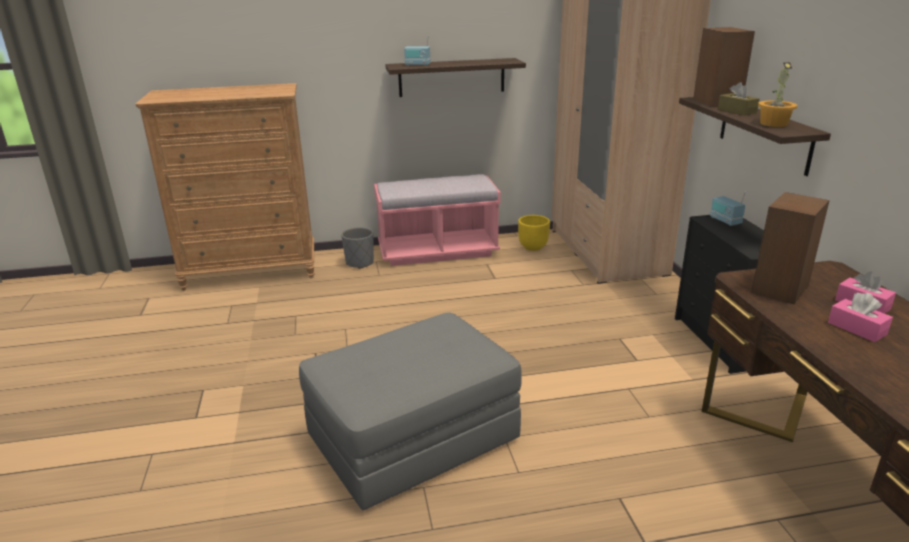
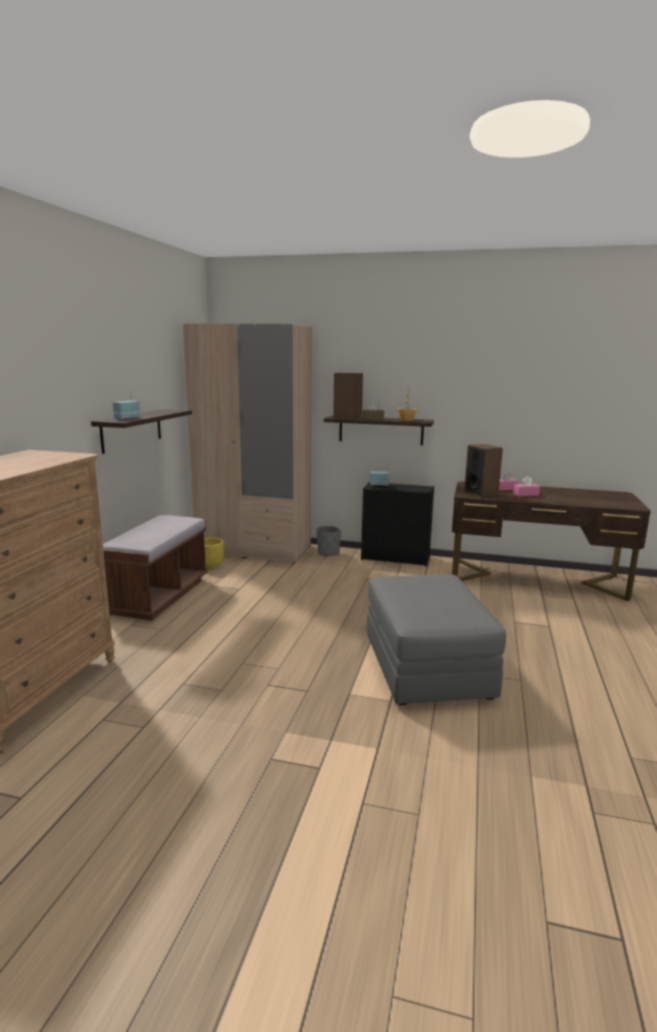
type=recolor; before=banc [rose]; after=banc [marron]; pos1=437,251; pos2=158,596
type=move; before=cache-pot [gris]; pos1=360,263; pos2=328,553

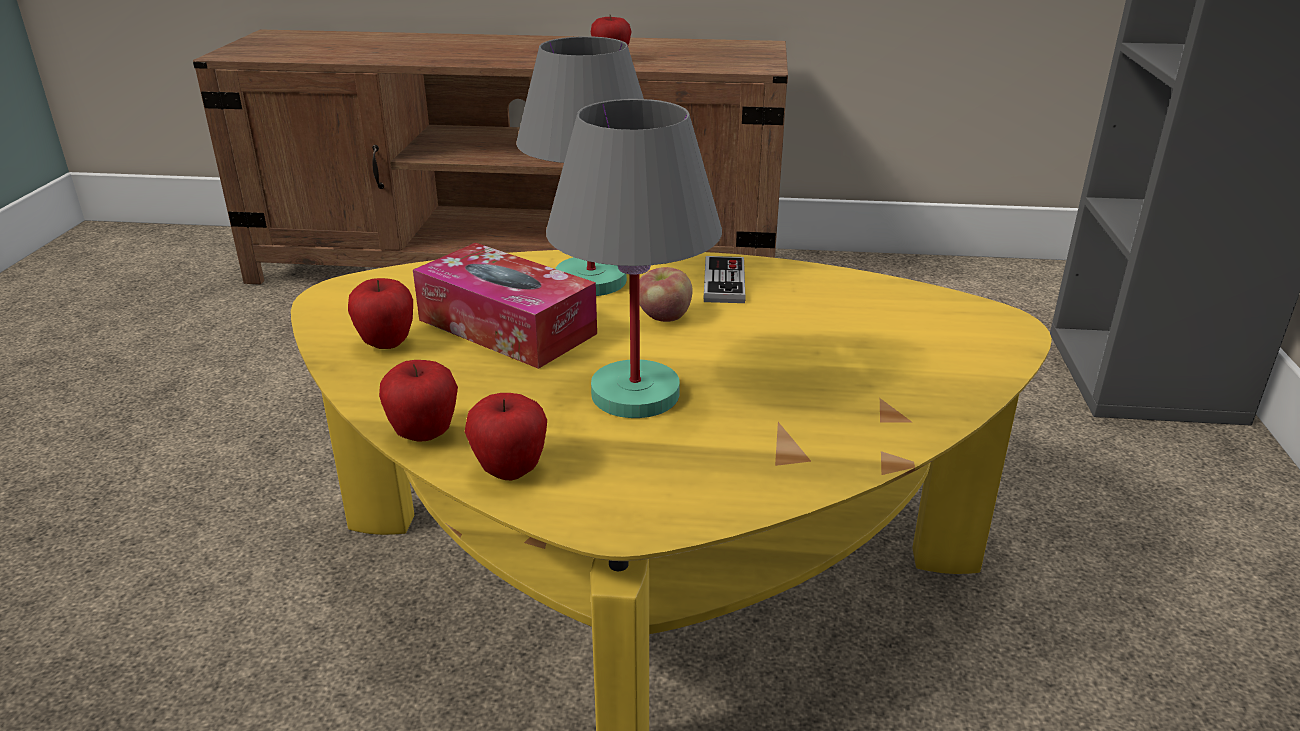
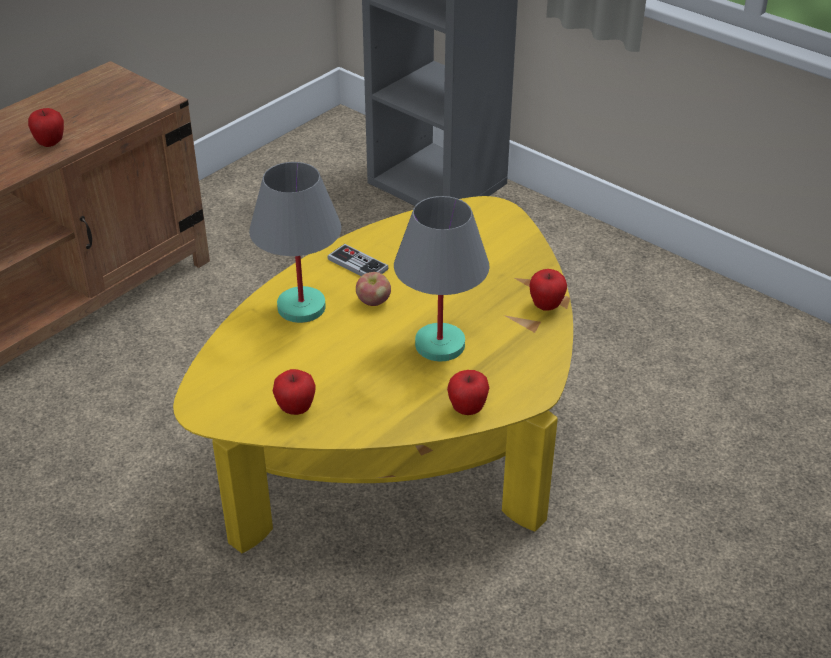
type=delete; before=boîte à mouchoirs; pos1=507,327
type=move; before=pomme; pos1=424,435; pos2=546,306

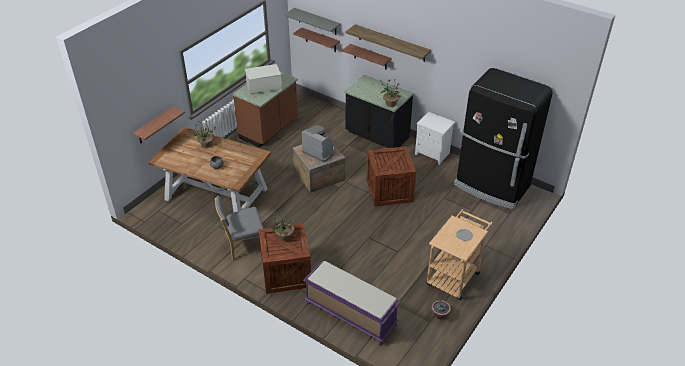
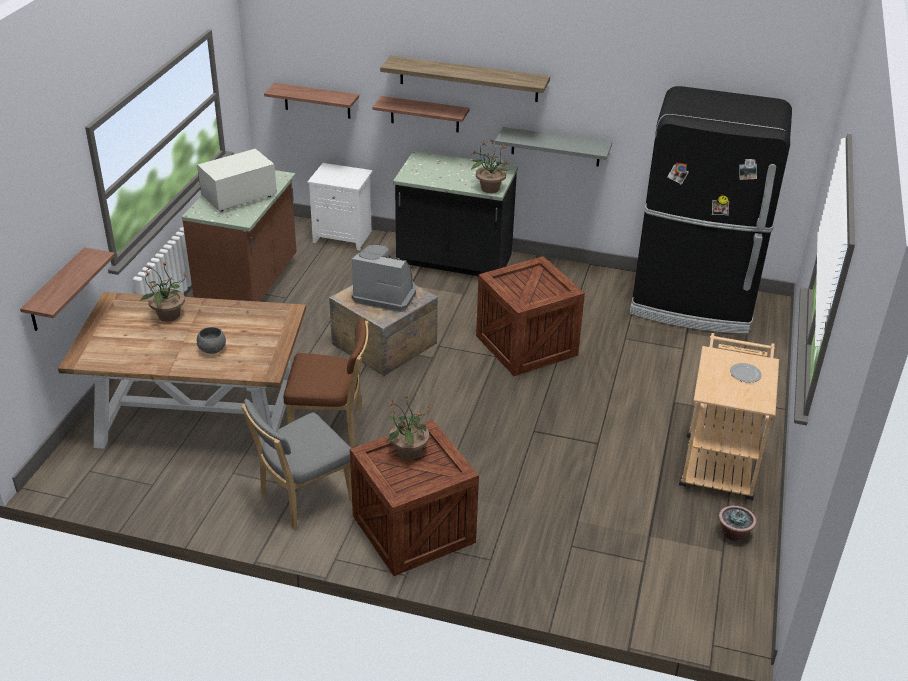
type=move; before=étagère [gris]; pos1=317,21; pos2=555,147
type=move; before=table de chevet [blanc]; pos1=433,154; pos2=344,236
type=delete; before=banc [violet]; pos1=350,314
type=insert; after=chaise [marron]; pos2=330,426

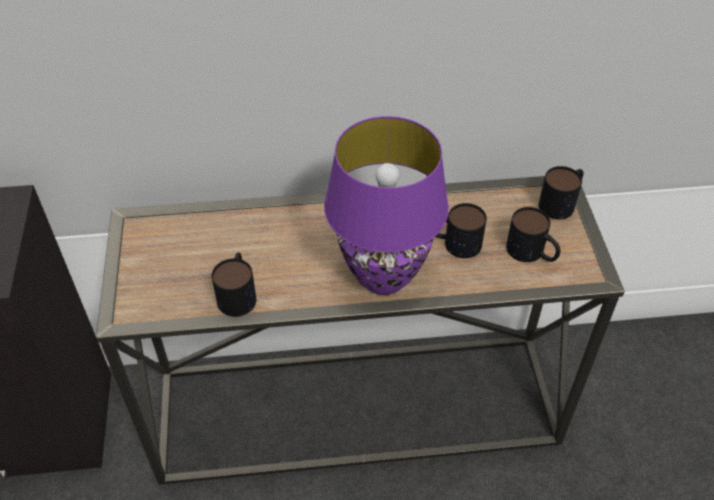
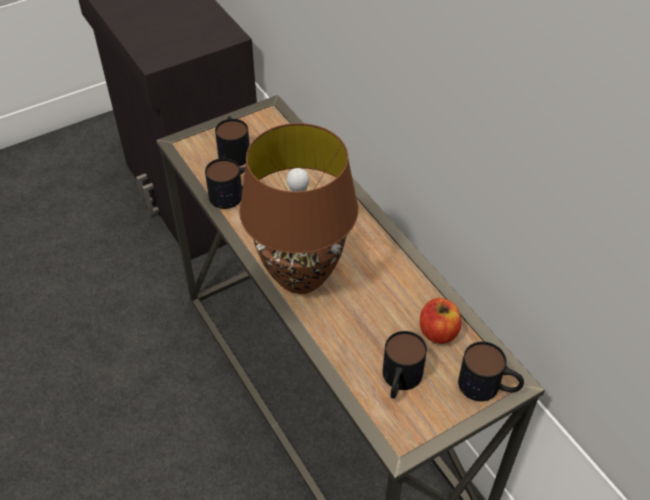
type=recolor; before=lampe de table [violet]; after=lampe de table [marron]; pos1=384,277; pos2=302,277
type=move; before=mug; pos1=454,242; pos2=233,150
type=insert; after=pomme; pos2=438,332

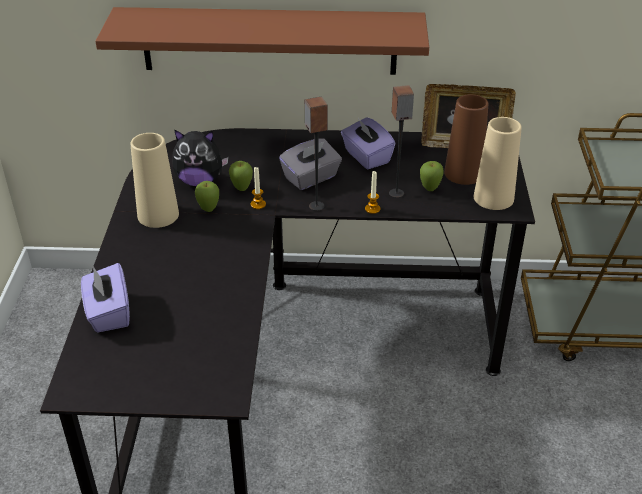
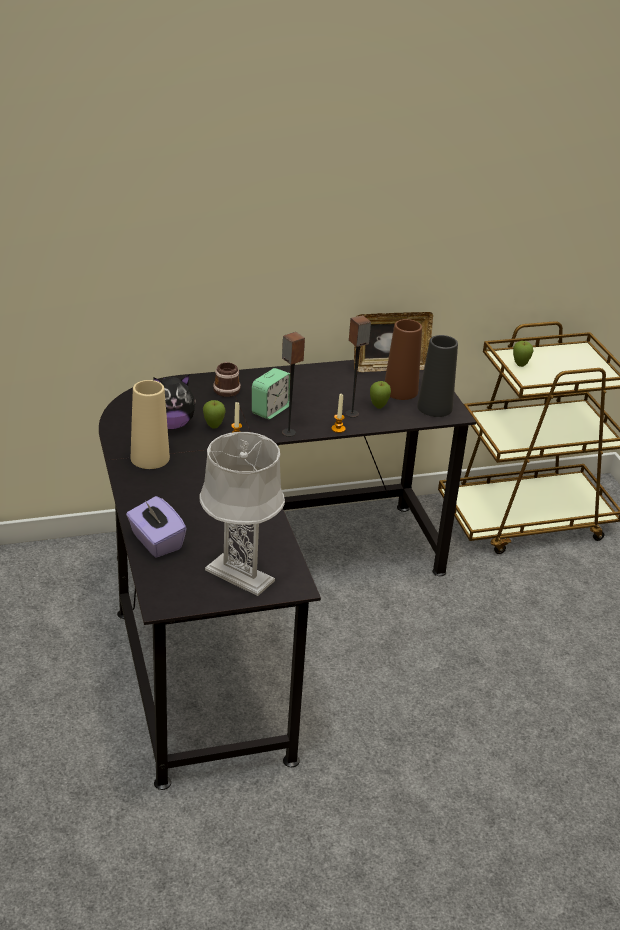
type=delete; before=étagère [marron]; pos1=269,41
type=delete; before=boîte à mouchoirs [violet]; pos1=366,157
type=recolor; before=vase [beige]; after=vase [noir]; pos1=493,198; pos2=434,407
type=replace; before=boîte à mouchoirs [gris]; after=réveil; pos1=311,178; pos2=271,410
type=move; before=pomme; pos1=208,210; pos2=520,365
type=insert; after=mug; pos2=226,388
type=insert; after=lampe de table [gris]; pos2=240,575

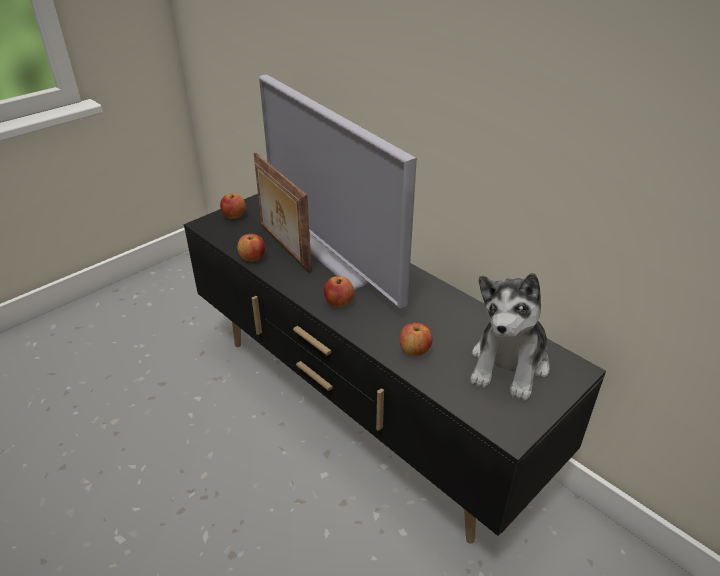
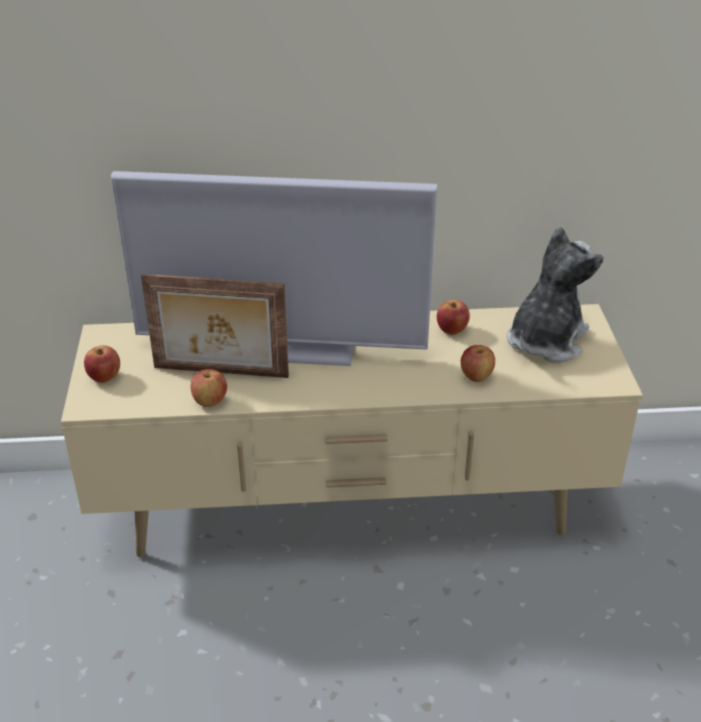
type=recolor; before=meuble télé [noir]; after=meuble télé [beige]; pos1=361,410; pos2=351,512
type=rotate; before=peluche; pos1=509,364; pos2=545,341; turn=-120
type=move; before=pomme; pos1=339,303; pos2=452,330

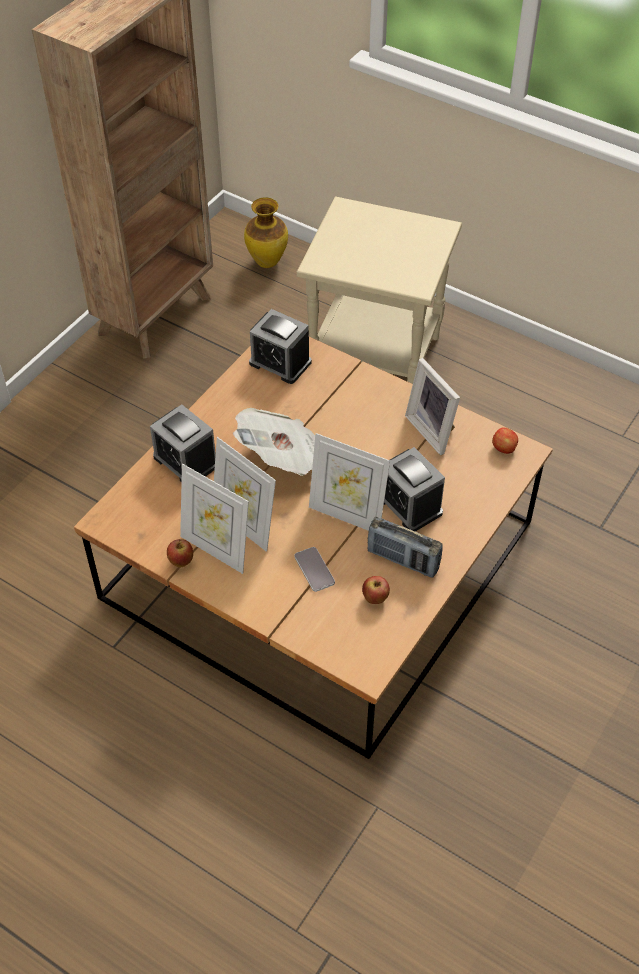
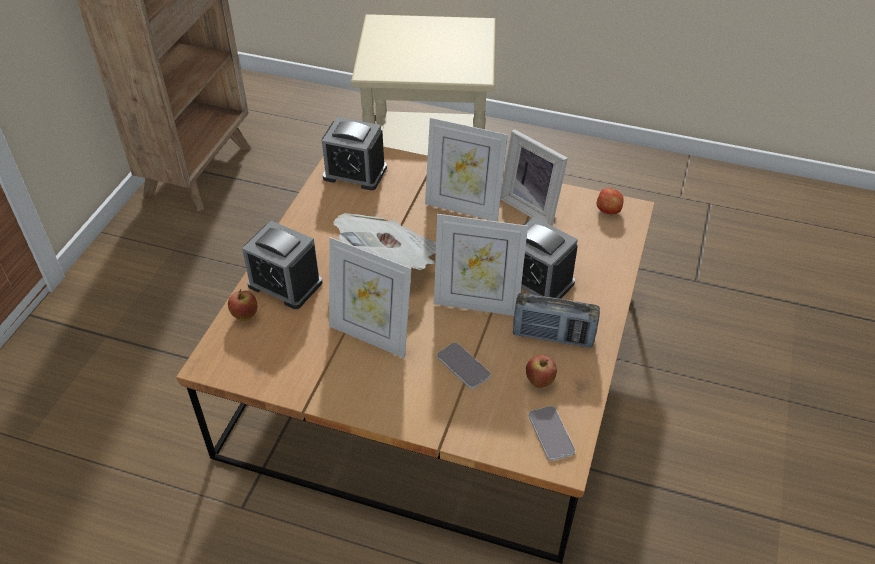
type=delete; before=vase; pos1=267,262
type=move; before=cadre photo; pos1=216,549; pos2=463,207
type=move; before=pomme; pos1=181,562; pos2=245,316
type=insert; after=téléphone; pos2=551,433

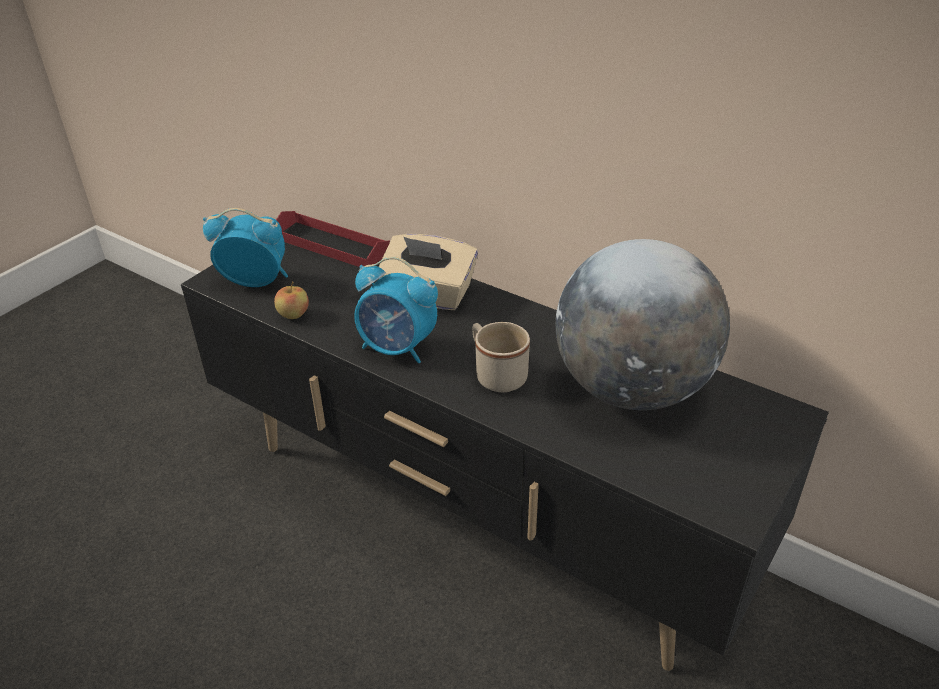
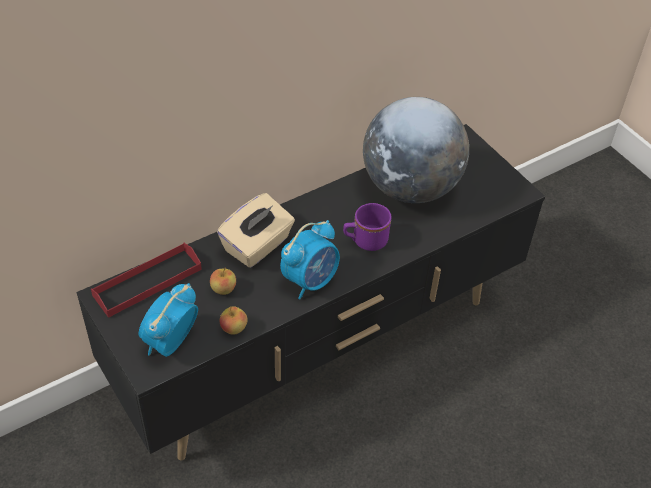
type=recolor; before=mug [beige]; after=mug [violet]; pos1=496,374; pos2=365,241
type=insert; after=pomme; pos2=223,289

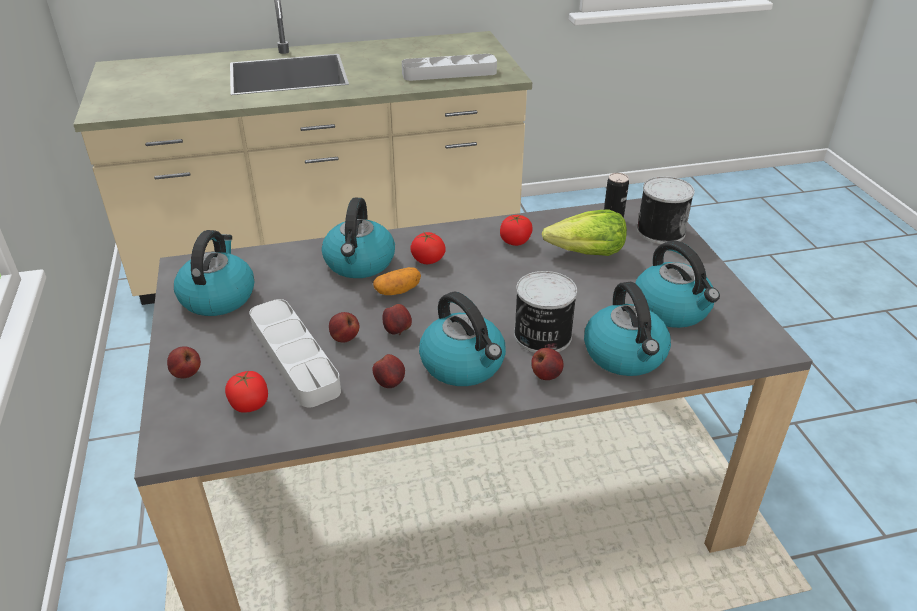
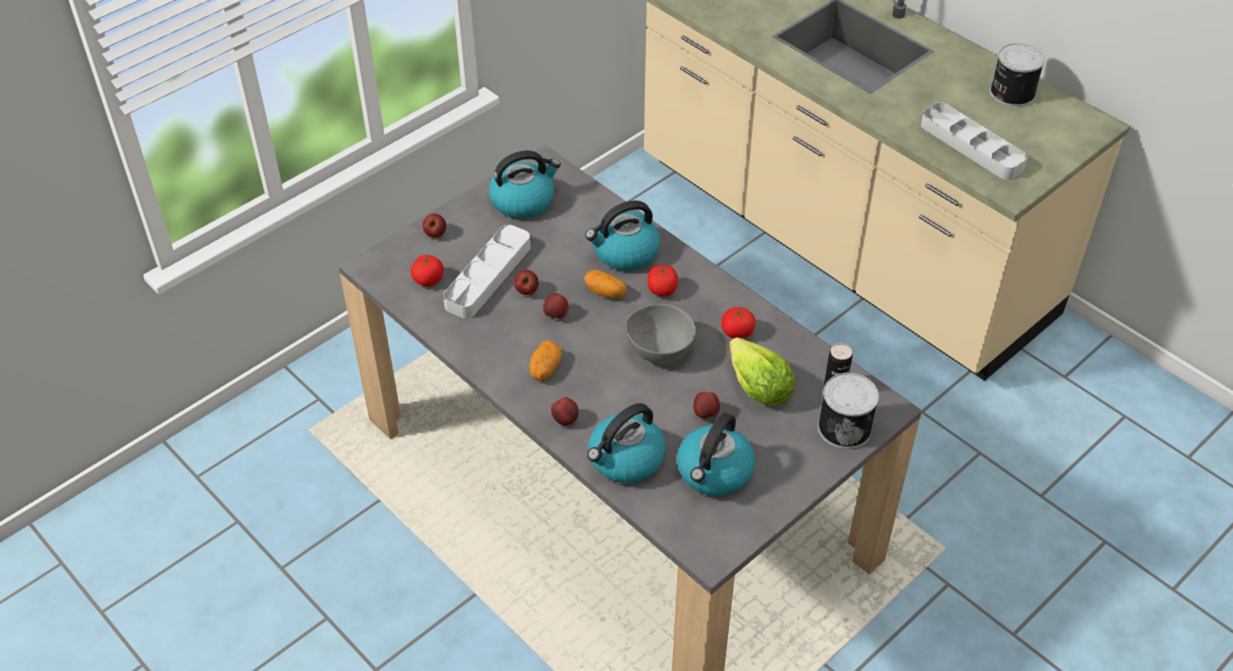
type=move; before=boîte métallique; pos1=542,336; pos2=1011,93
type=replace; before=bouilloire; after=pomme de terre; pos1=464,364; pos2=545,368
type=move; before=pomme; pos1=390,383; pos2=706,414
type=insert; after=bol [gris]; pos2=659,348

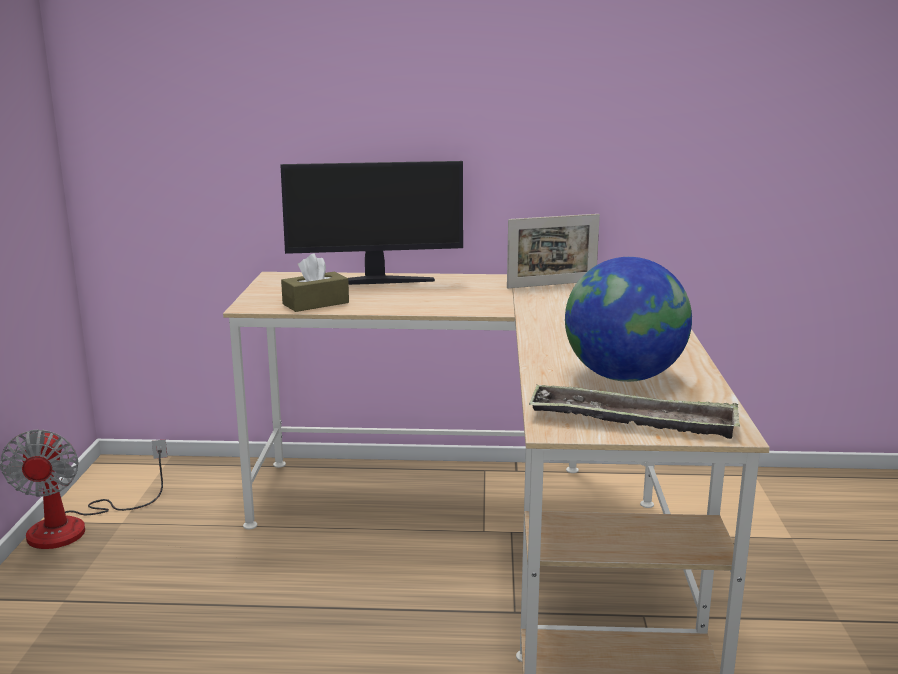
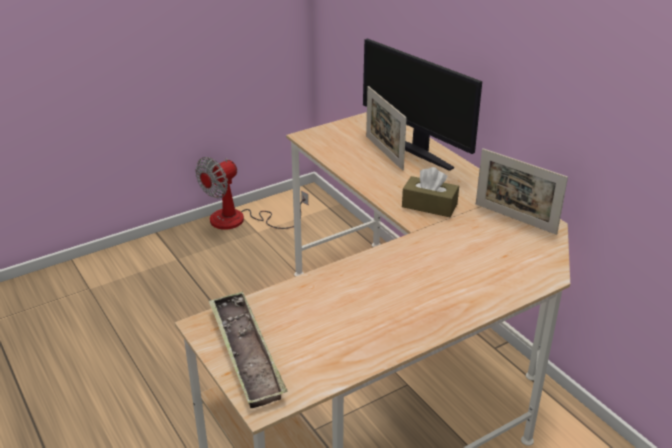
type=move; before=boîte à mouchoirs [marron]; pos1=316,303; pos2=429,205
type=delete; before=globe; pos1=623,377
type=insert; after=cadre photo; pos2=384,153

